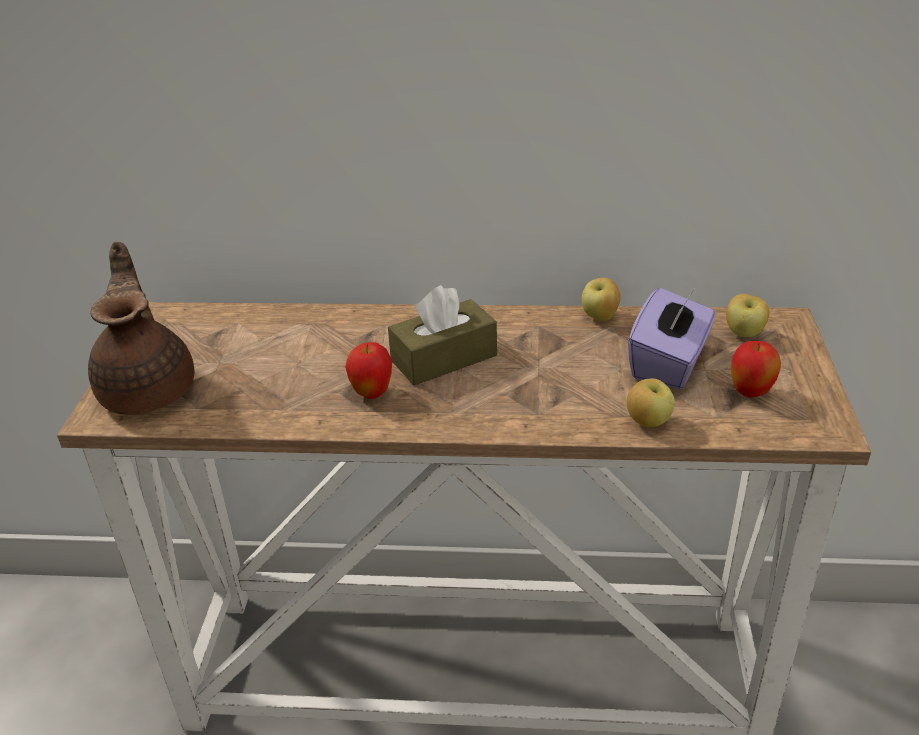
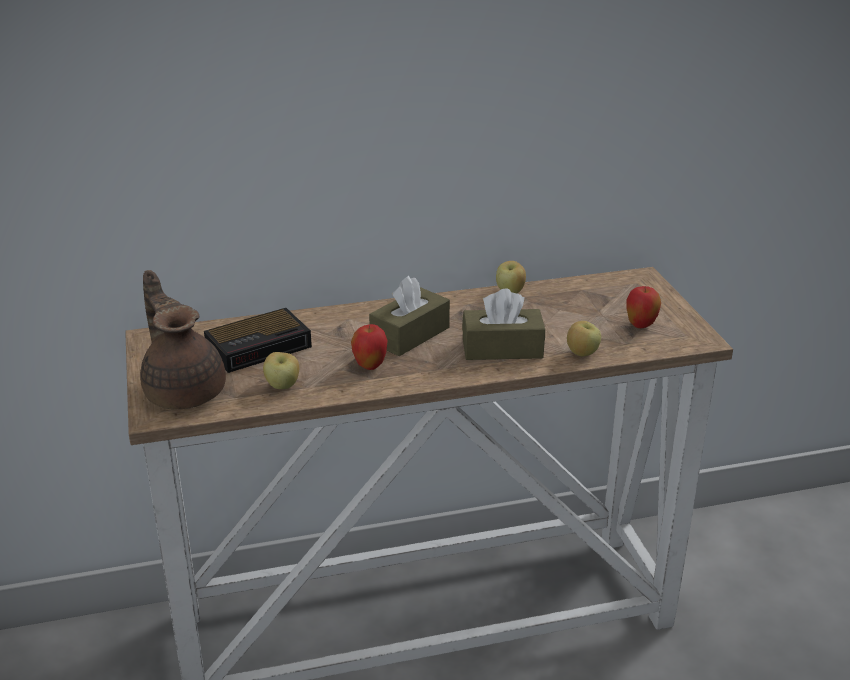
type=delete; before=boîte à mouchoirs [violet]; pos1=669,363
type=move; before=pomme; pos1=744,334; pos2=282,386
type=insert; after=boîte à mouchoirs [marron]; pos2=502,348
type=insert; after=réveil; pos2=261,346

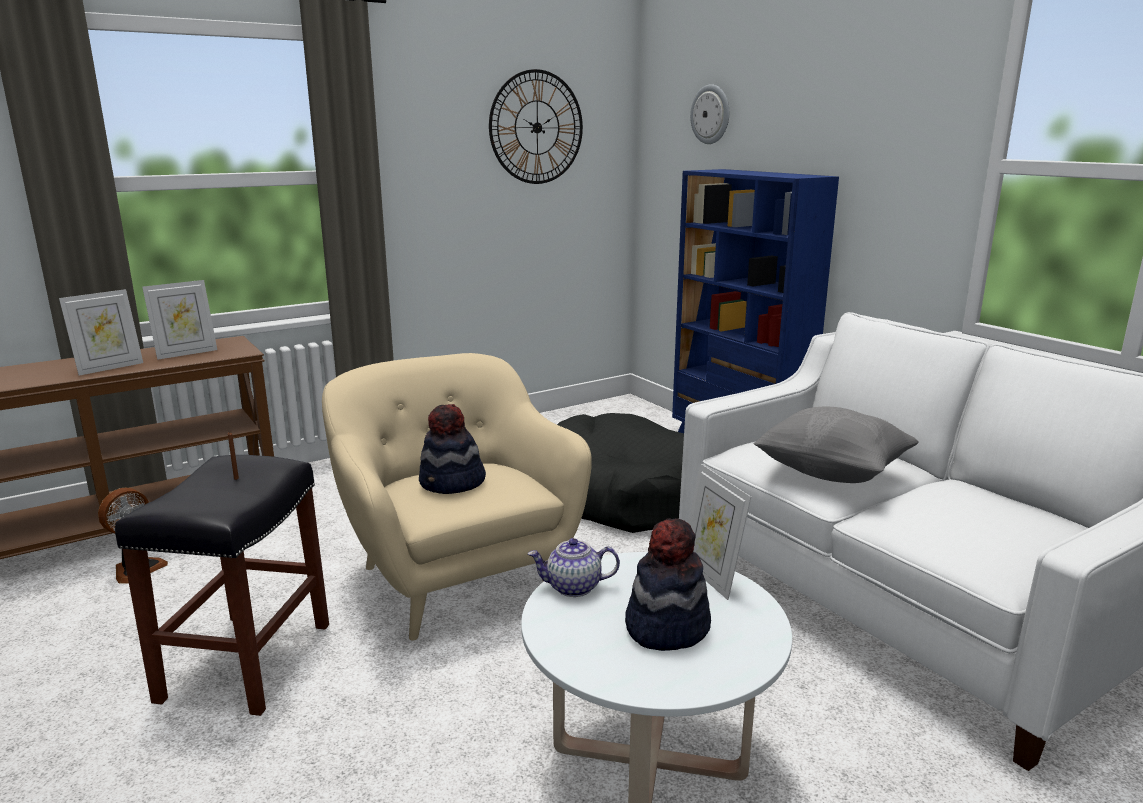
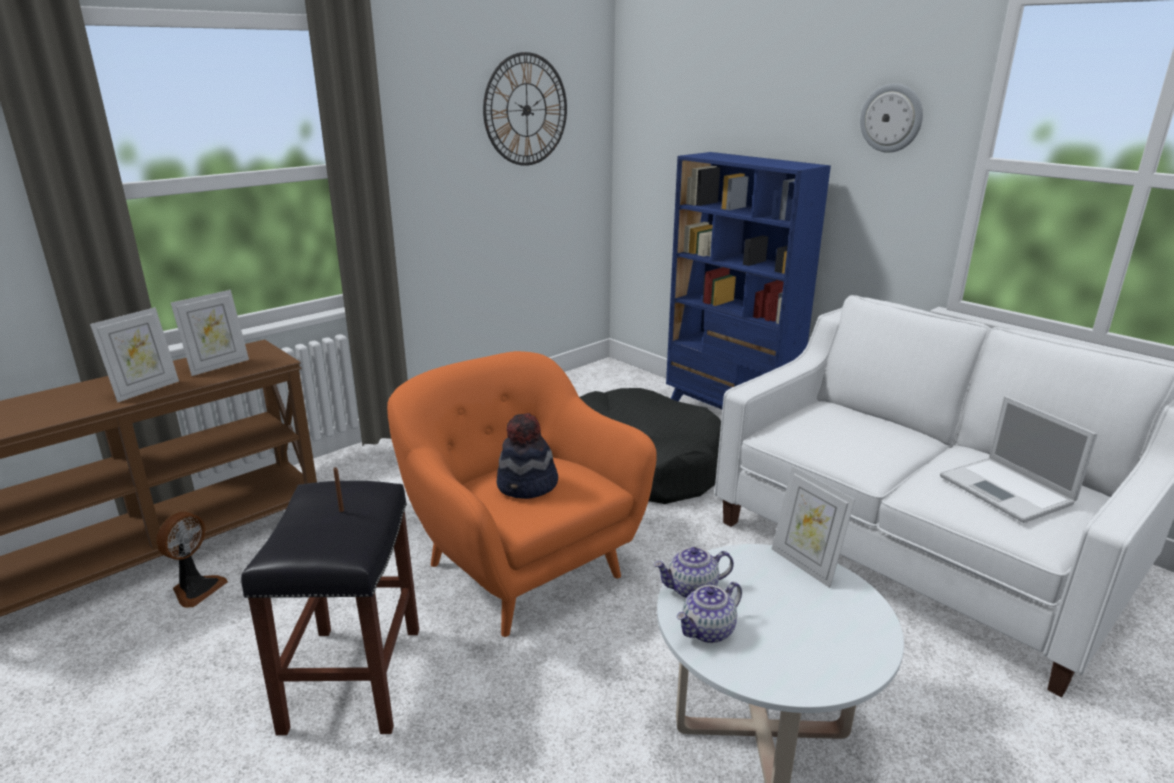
type=move; before=horloge murale; pos1=711,114; pos2=891,118
type=recolor; before=fauteuil [beige]; after=fauteuil [orange]; pos1=455,577; pos2=520,566
type=delete; before=coussin [gris]; pos1=832,473
type=delete; before=chapeau; pos1=666,626
type=insert; after=ordinateur portable; pos2=1008,491
type=insert; after=théière; pos2=708,631

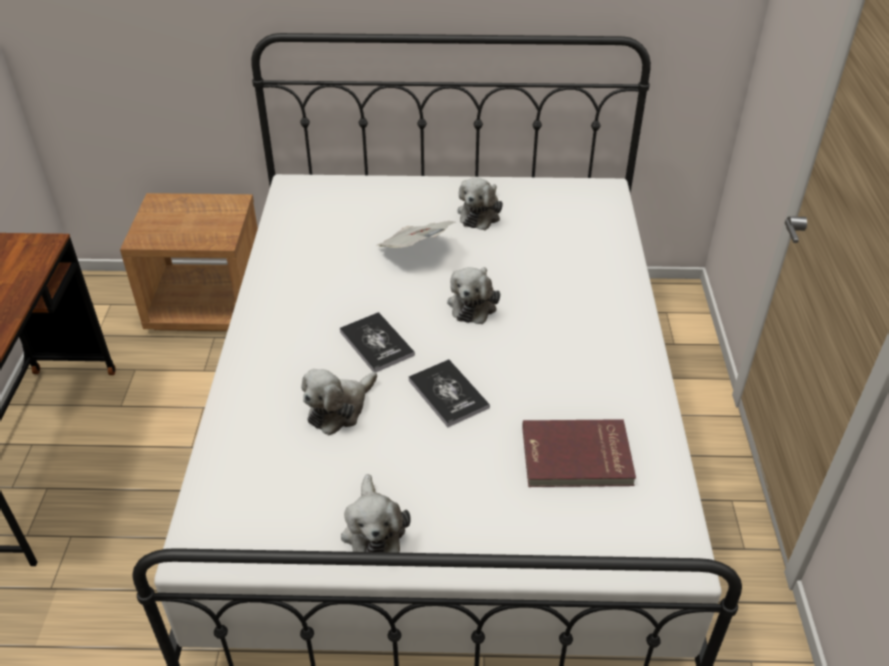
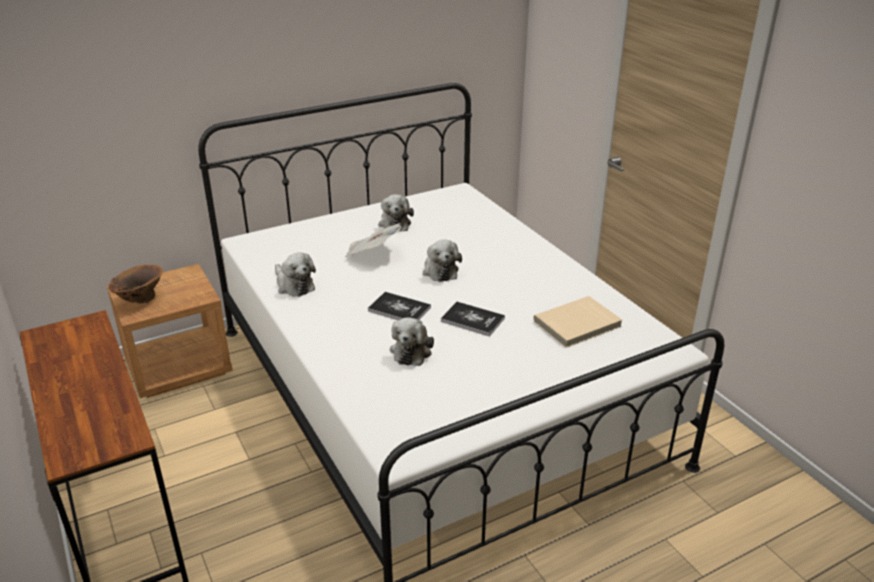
type=recolor; before=livre [rouge]; after=livre [beige]; pos1=576,457; pos2=578,324
type=move; before=peluche; pos1=373,529; pos2=294,285
type=insert; after=vase [marron]; pos2=140,301

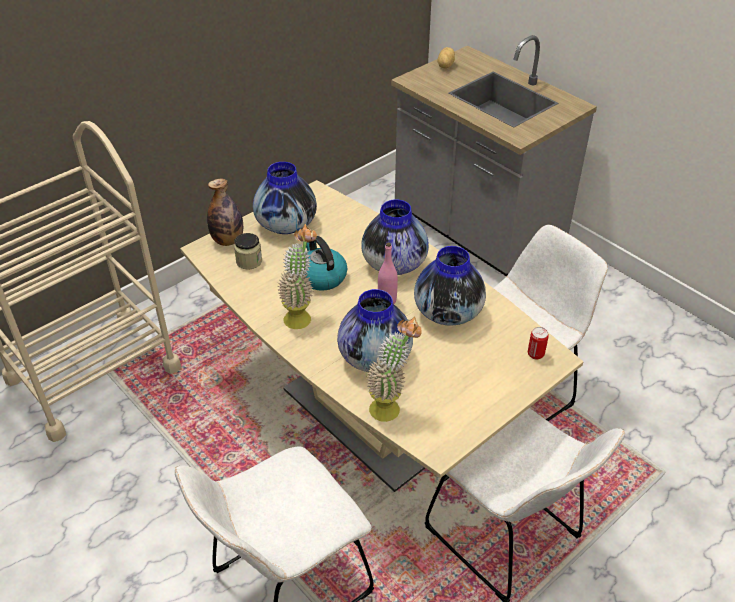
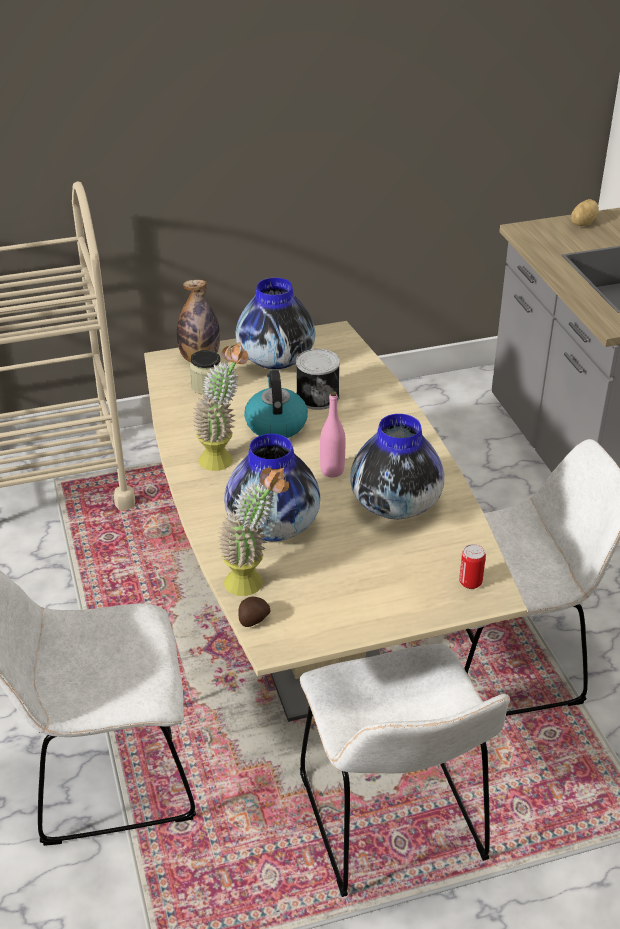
type=delete; before=vase; pos1=394,264
type=insert; after=boîte métallique; pos2=317,396
type=insert; after=pomme de terre; pos2=253,620

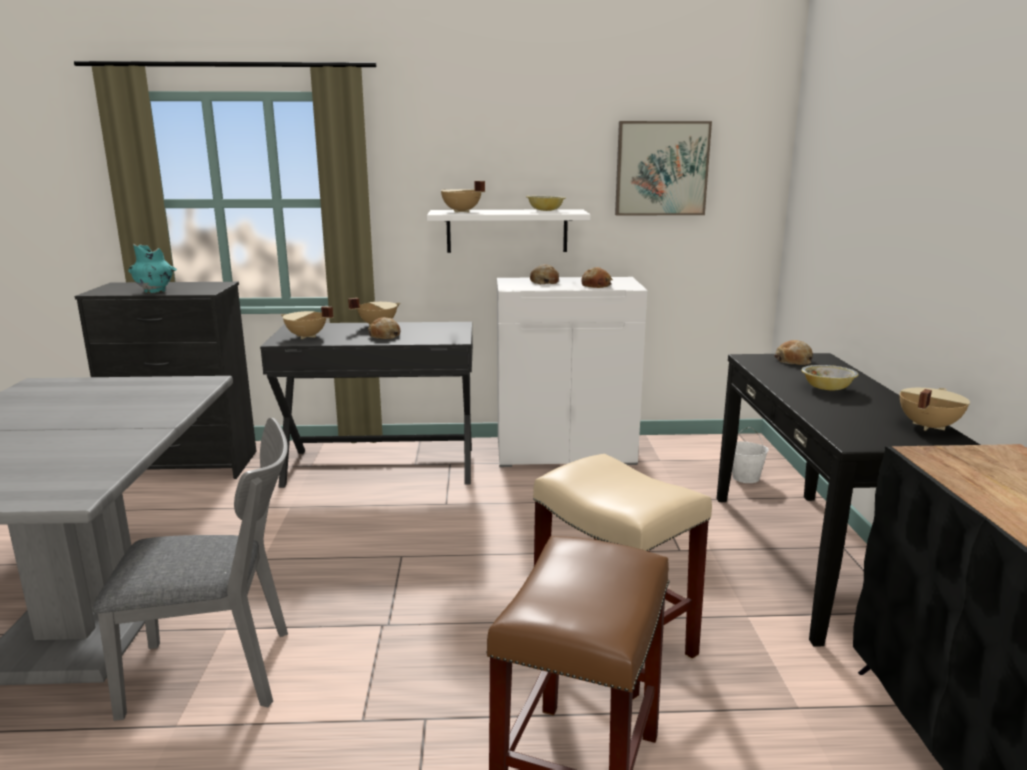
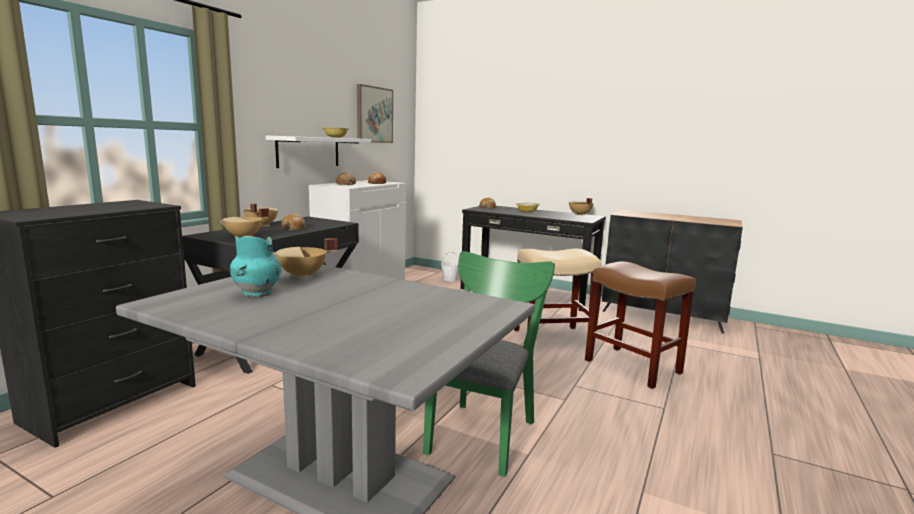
type=move; before=marmite [beige]; pos1=461,211; pos2=302,275
type=move; before=vase [turquoise]; pos1=155,291; pos2=257,293
type=recolor; before=chaise [gris]; after=chaise [vert]; pos1=222,671; pos2=484,431

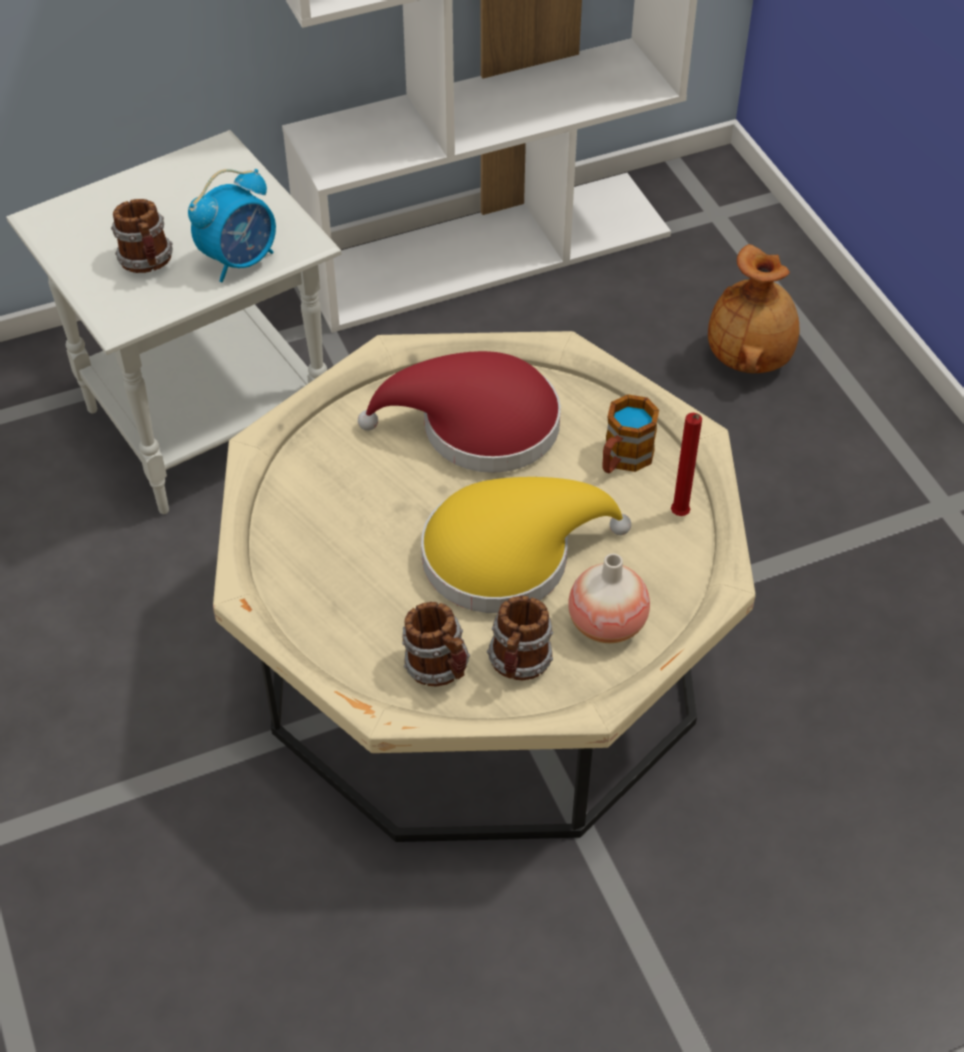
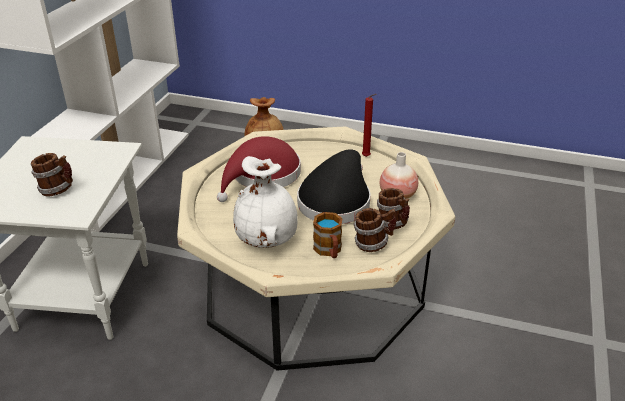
type=delete; before=réveil; pos1=240,260
type=move; before=mug; pos1=623,459; pos2=329,251
type=recolor; before=chapeau [jaune]; after=chapeau [noir]; pos1=508,555; pos2=336,201
type=insert; after=vase [blanc]; pos2=267,239

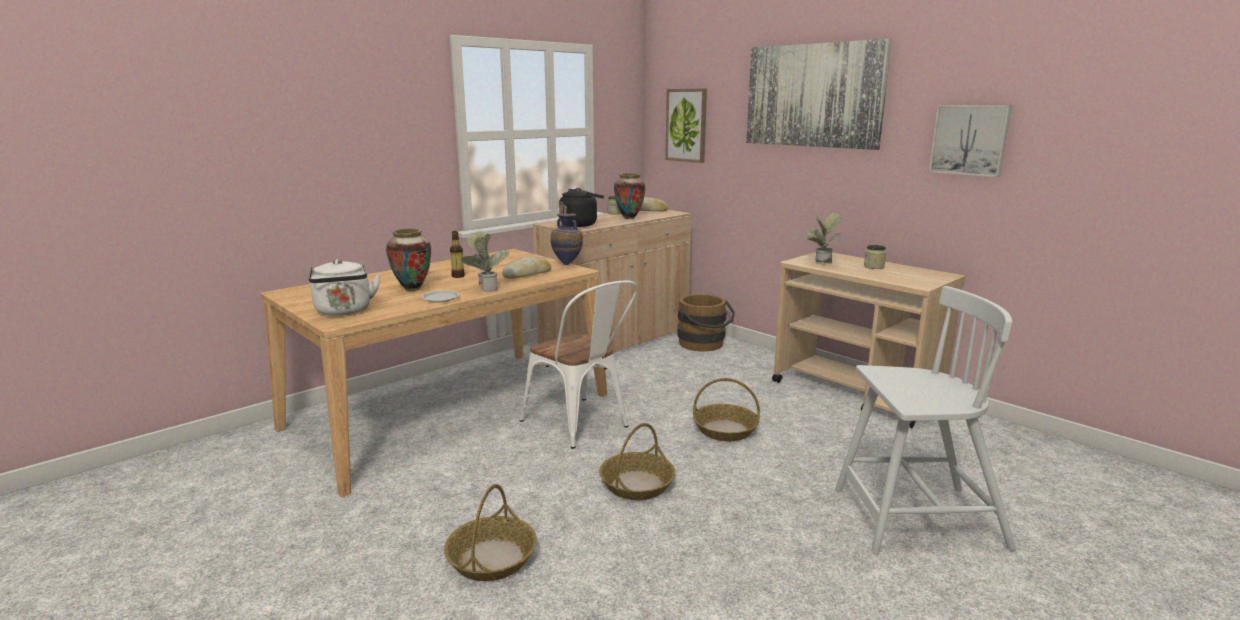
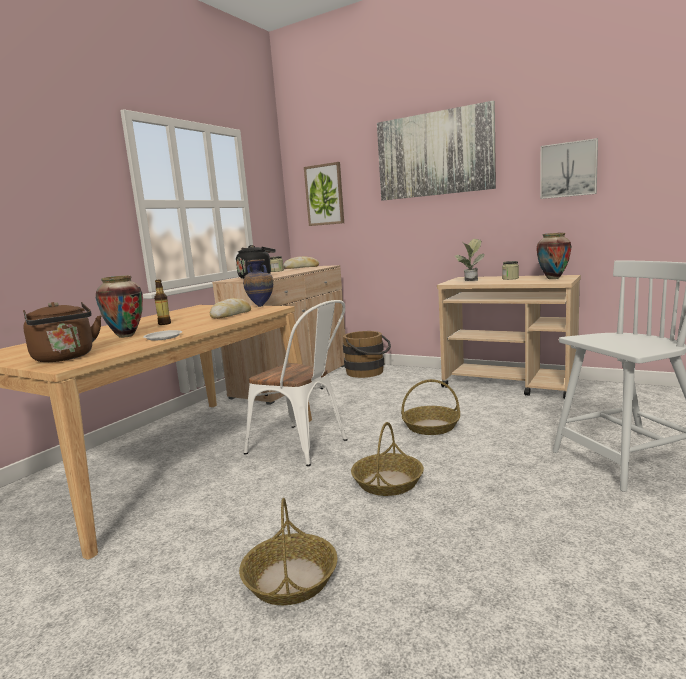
type=move; before=vase; pos1=629,218; pos2=553,278
type=delete; before=plante en pot; pos1=486,289
type=recolor; before=bouilloire [blanc]; after=bouilloire [marron]; pos1=344,311; pos2=65,358

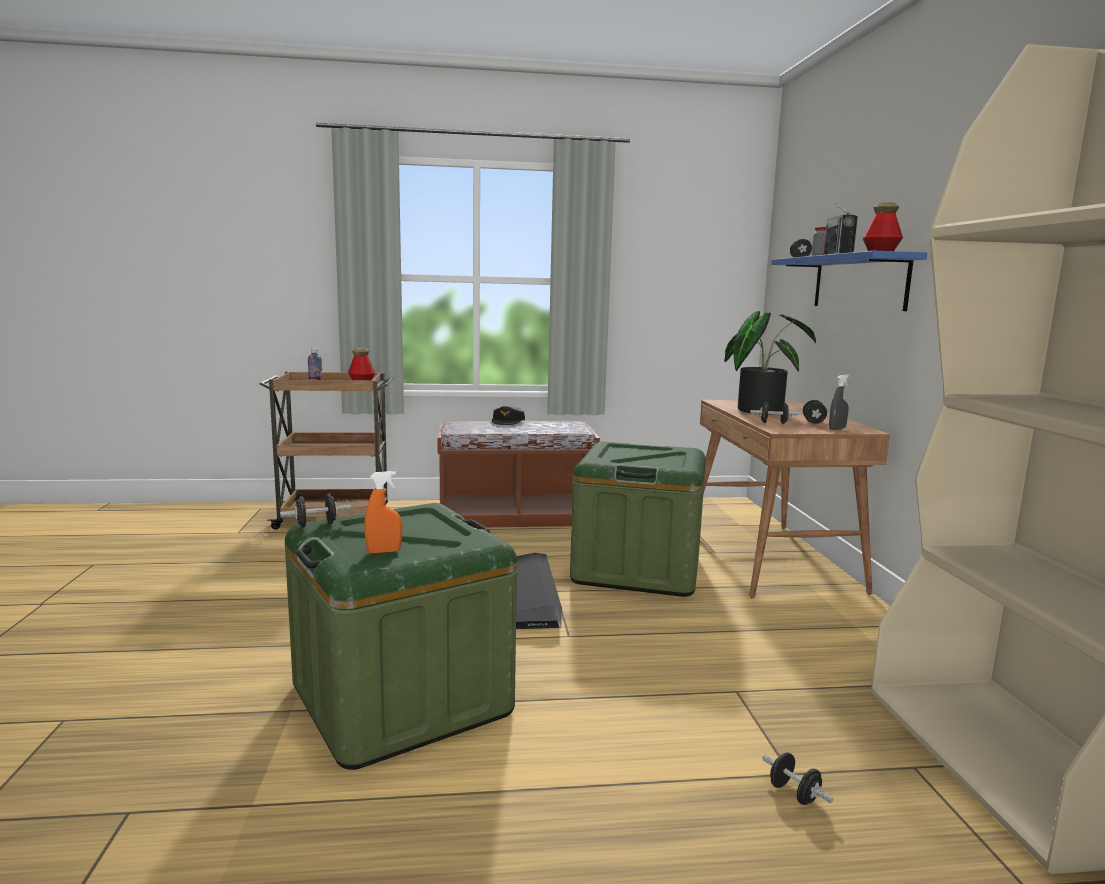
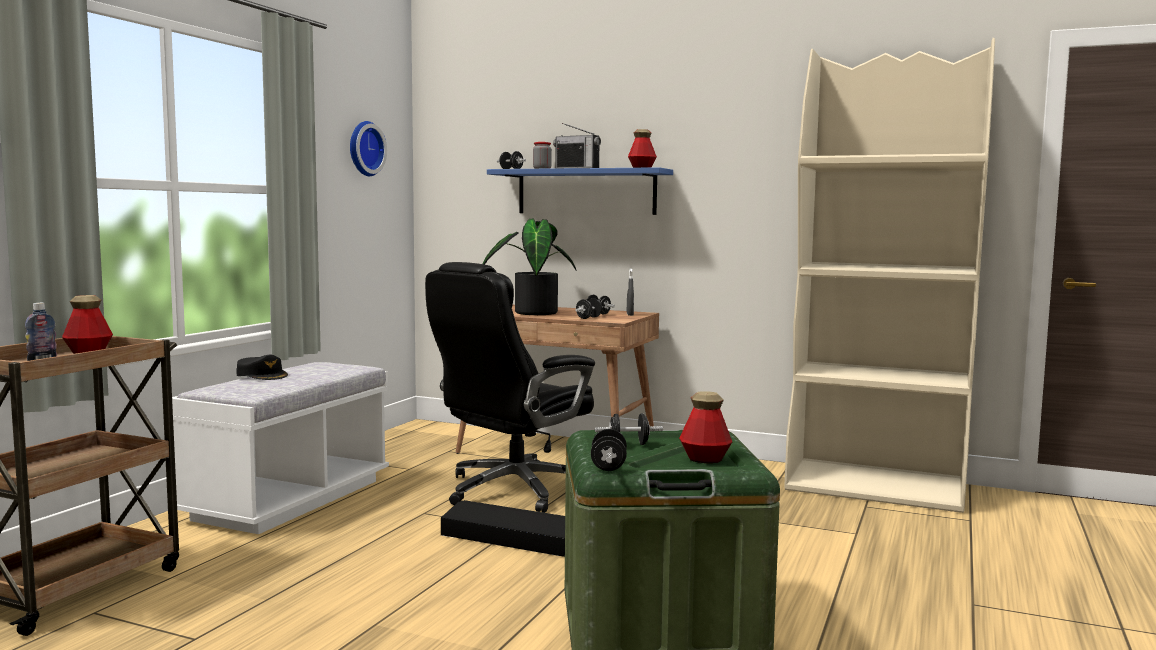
type=recolor; before=banc [marron]; after=banc [blanc]; pos1=515,517; pos2=289,499
type=replace; before=boîte de rangement [vert]; after=chaise de bureau [noir]; pos1=637,569; pos2=512,490
type=replace; before=vaporisateur [orange]; after=bouteille; pos1=384,551; pos2=705,459
type=move; before=haltère [noir]; pos1=794,794; pos2=628,444
type=insert; after=horloge murale; pos2=364,148

